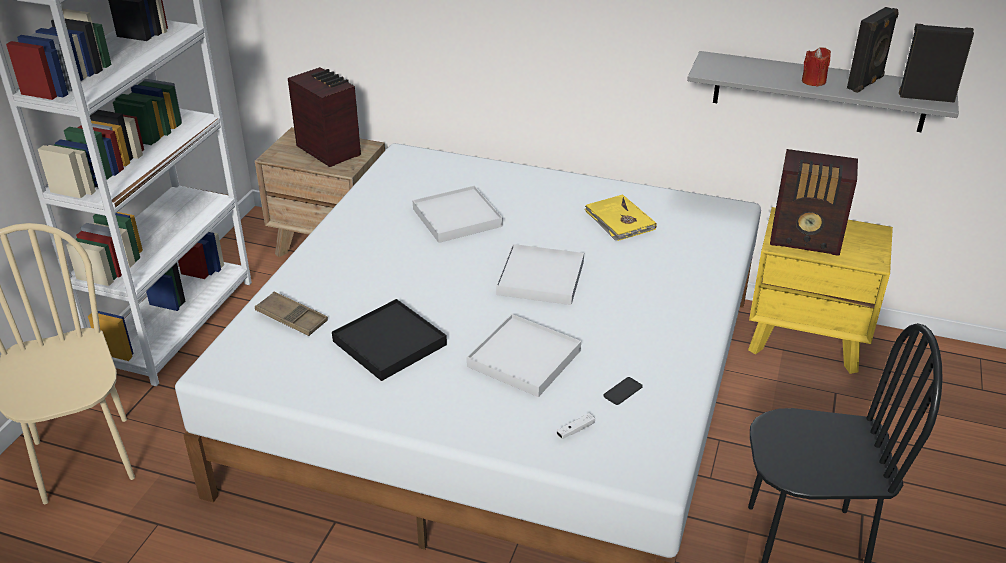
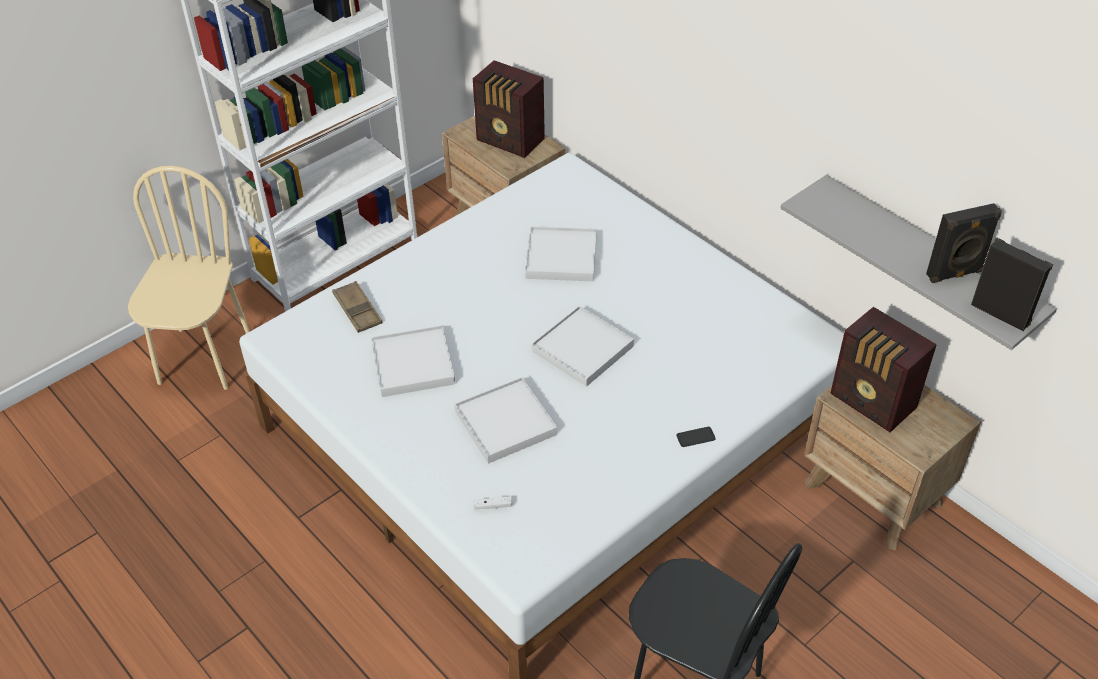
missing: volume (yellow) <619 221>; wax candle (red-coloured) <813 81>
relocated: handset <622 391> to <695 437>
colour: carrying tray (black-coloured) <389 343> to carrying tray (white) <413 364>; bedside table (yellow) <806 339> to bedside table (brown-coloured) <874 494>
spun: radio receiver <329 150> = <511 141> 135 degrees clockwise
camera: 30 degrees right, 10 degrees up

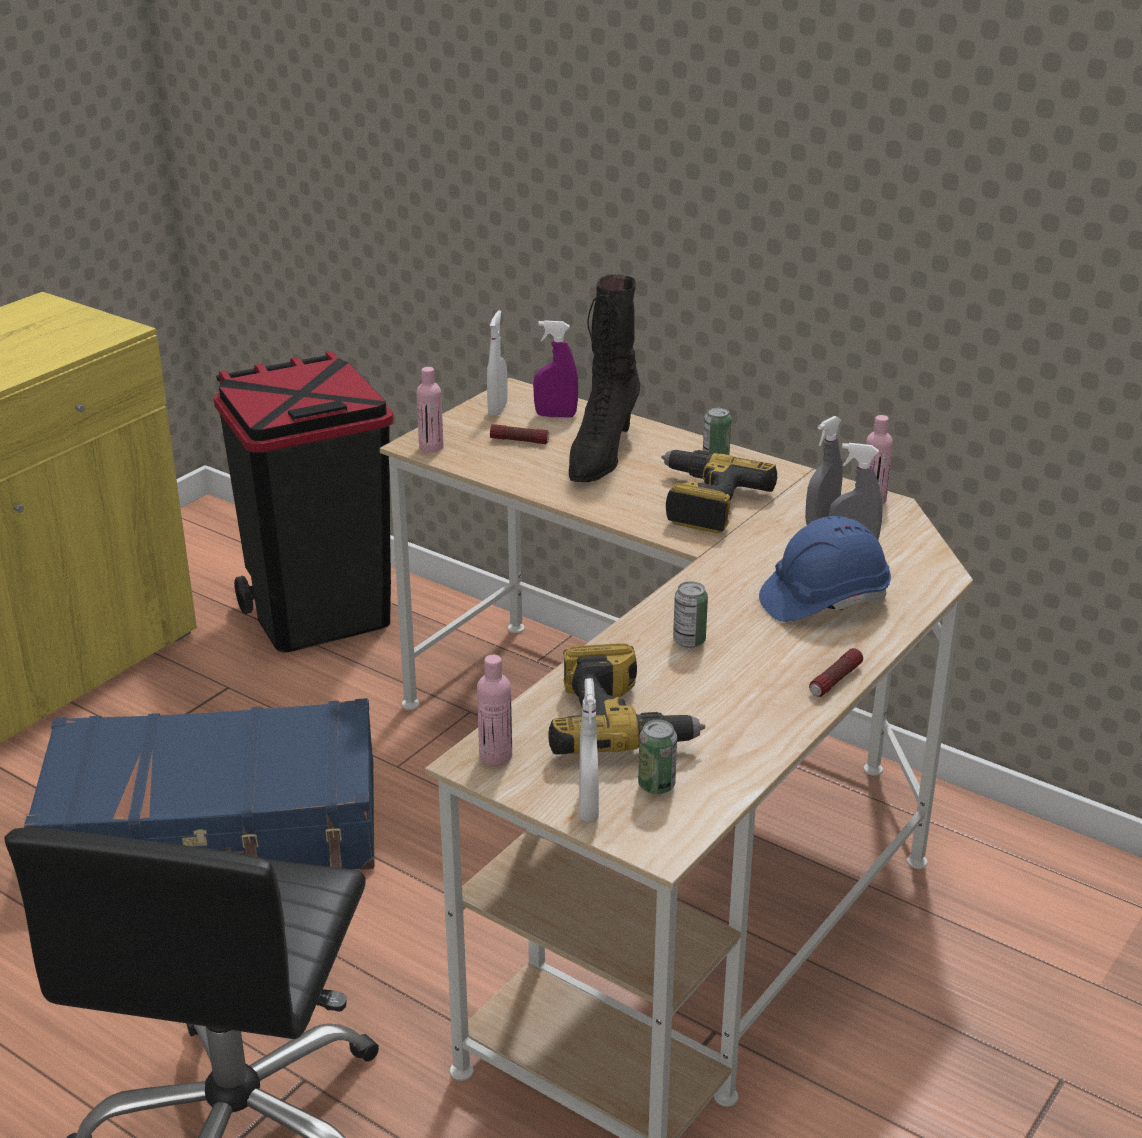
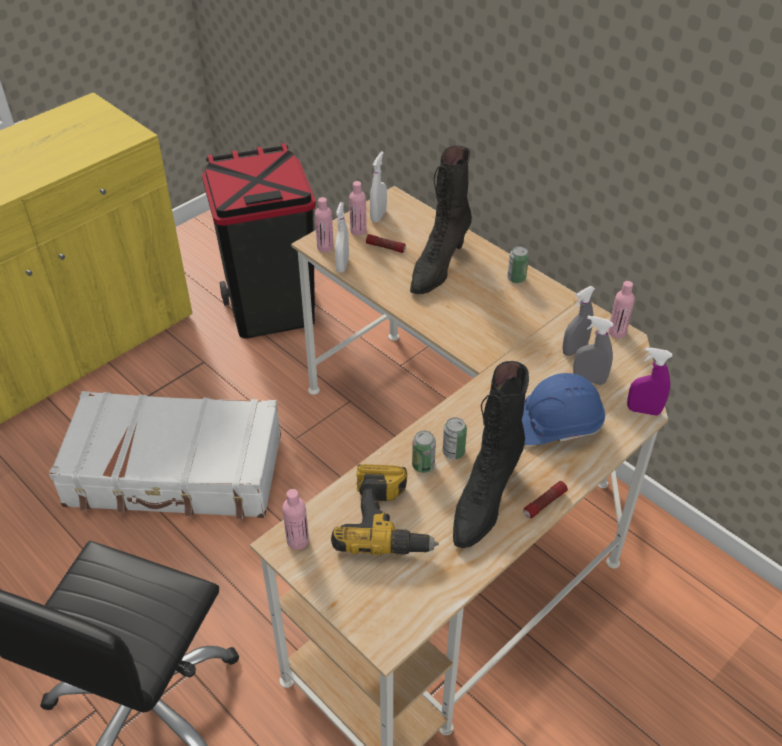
missing: power drill <704 502>
appeared: bottle (pink-coloured) <358 231>; boot (black-coloured) <484 500>
relocated: hand sprayer (white) <588 807> to <342 265>; can <656 785> to <423 465>; hand sprayer (purple) <555 415> to <643 410>
colour: piece of luggage (blue) <216 828> to piece of luggage (white) <175 471>
camera: 10 degrees right, 15 degrees up

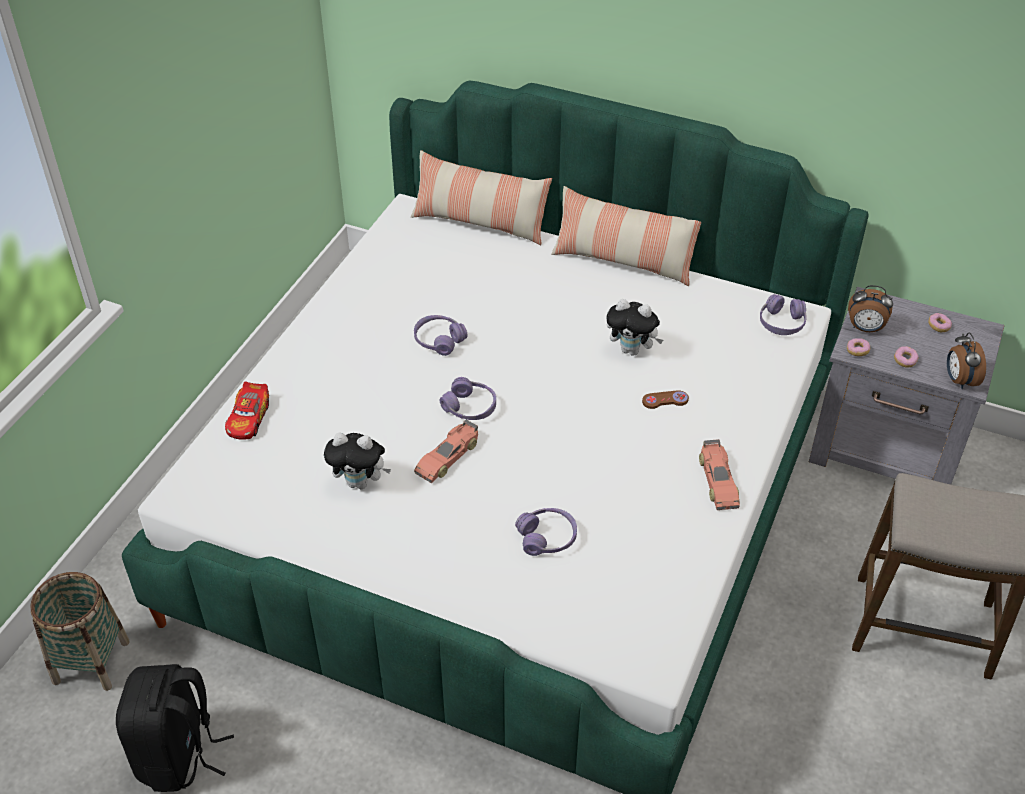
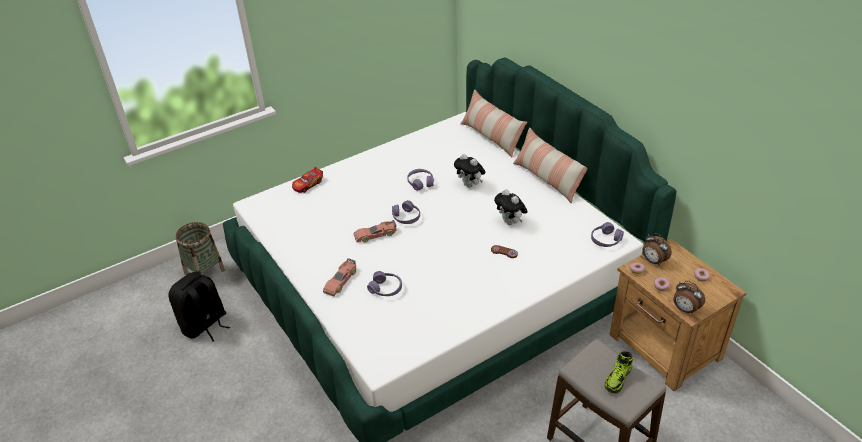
appeared: low shoe <618 379>
relocated: toy car <718 481> to <341 281>; cuddly toy <360 482> to <470 185>
colour: bedside table (grey) <888 447> to bedside table (brown-coloured) <665 347>
spun: table clock <959 380> = <685 309> 75 degrees counterclockwise
camera: 35 degrees right, 5 degrees down

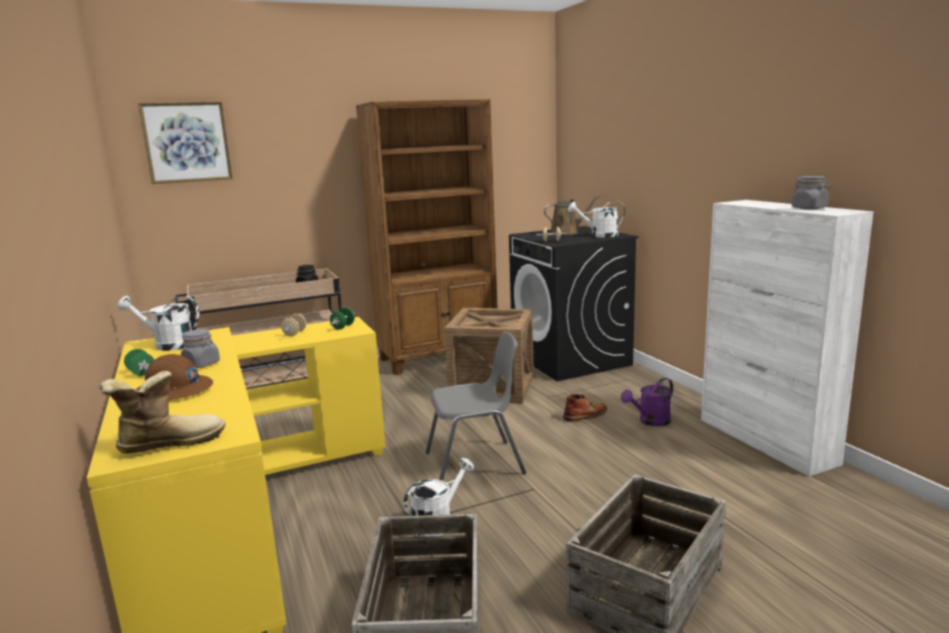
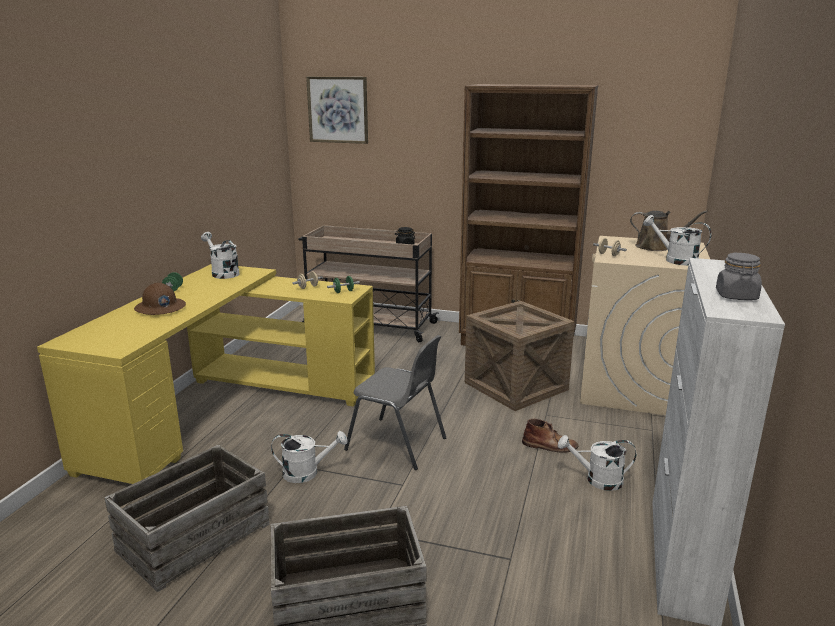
missing: boot <169 443>; storage jar (grey) <201 364>
colour: watering pot (purple) <650 421> to watering pot (white) <597 480>; laundry appliance (black-coloured) <571 359> to laundry appliance (beige-coloured) <633 387>
camera: 40 degrees right, 5 degrees up

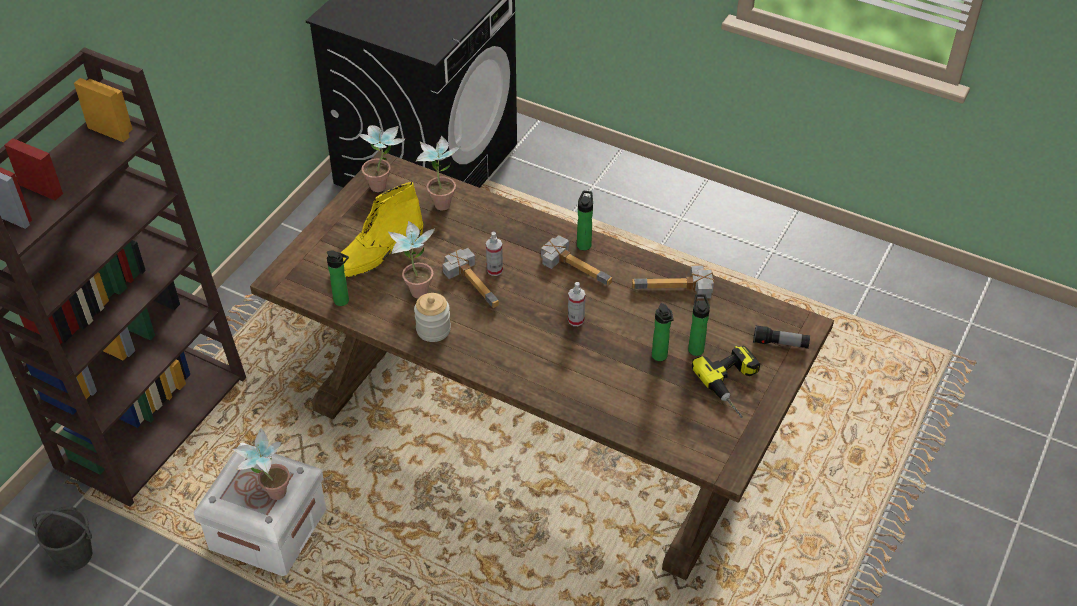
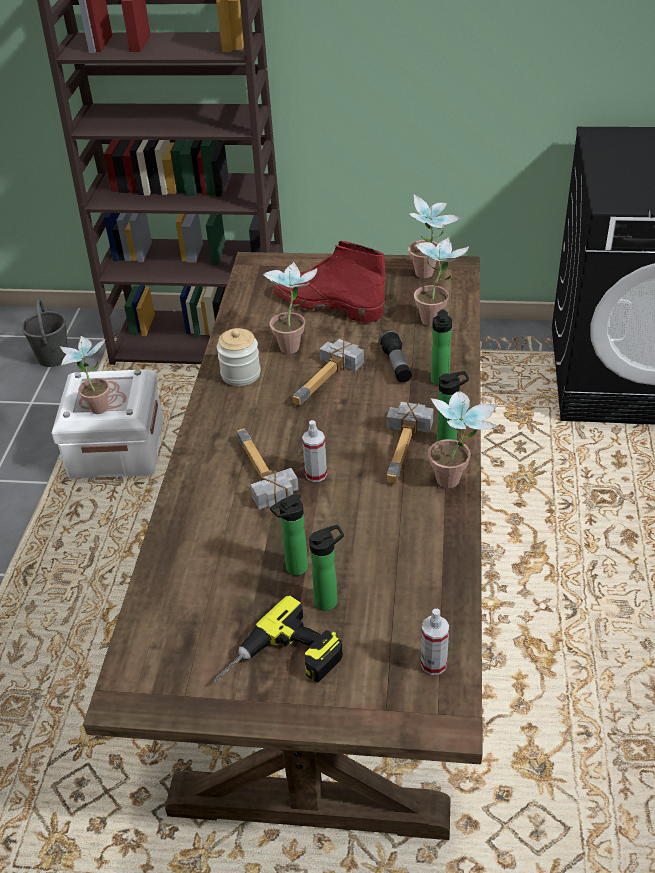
appeared: plant in a pot <457 481>
relocated: hammer <675 290> to <257 475>; torch <780 343> to <396 365>; hand sprayer <494 270> to <433 664>; bottle <343 301> to <440 382>
colour: boot (yellow) <377 253> to boot (red-coloured) <327 304>
camera: 70 degrees right, 5 degrees down

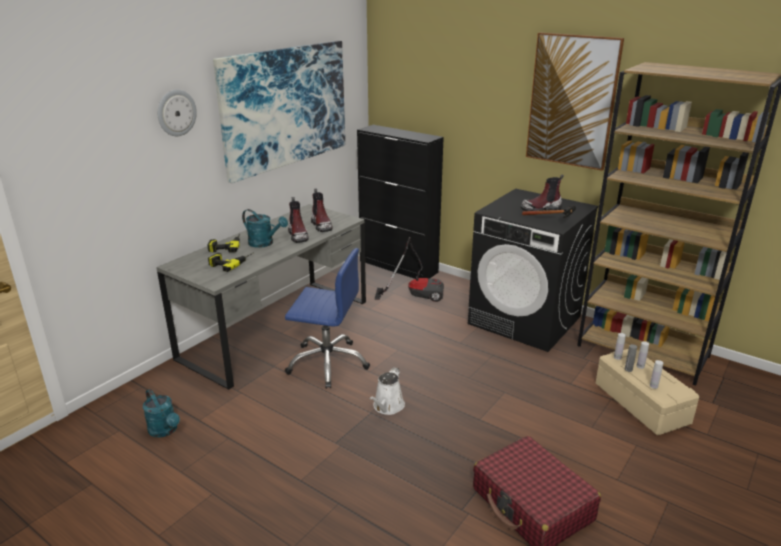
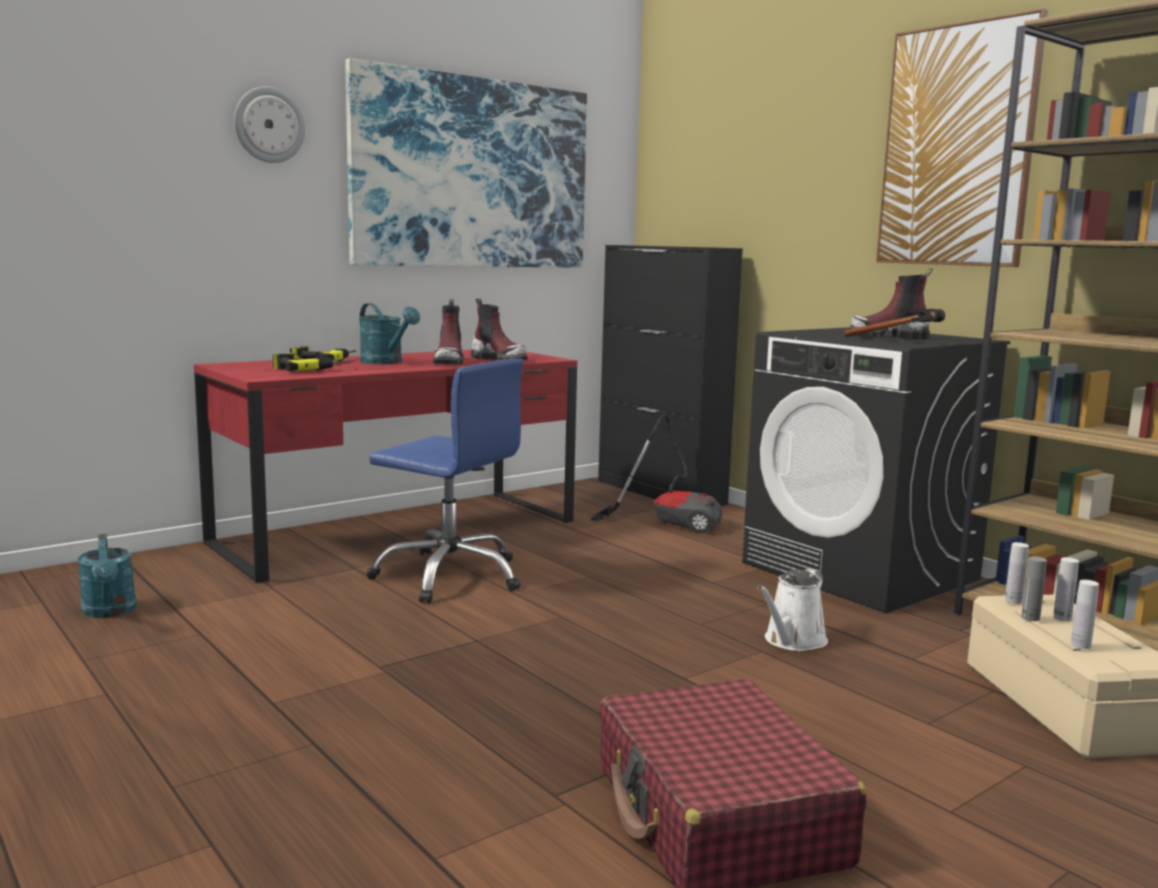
relocated: watering pot (white) <387 407> to <792 641>
colour: desk table (grey) <277 329> to desk table (red-coloured) <398 532>
spun: boot <322 226> = <499 359> 45 degrees counterclockwise
camera: 15 degrees right, 15 degrees down

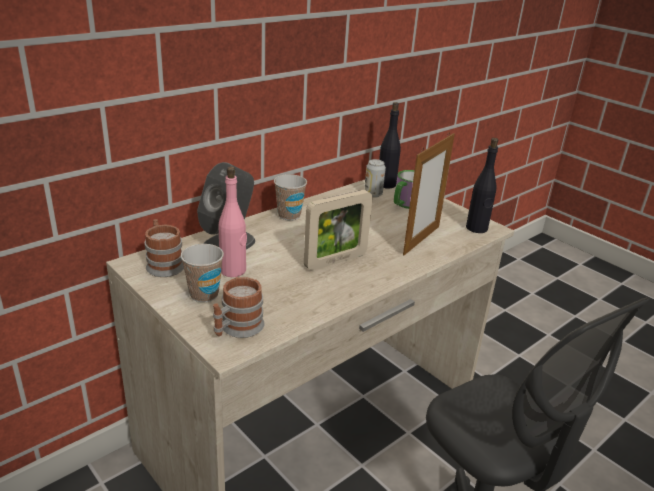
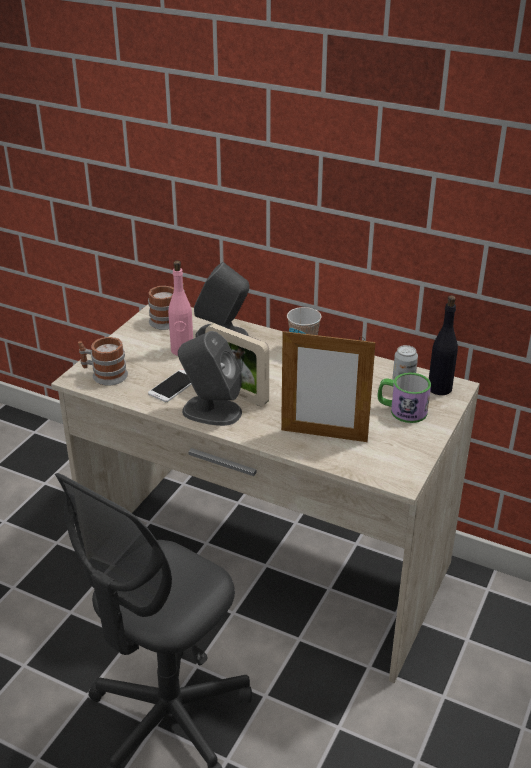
missing: cup <204 294>; bottle (black-coloured) <477 228>
appeared: handset <174 386>; speaker (grey) <211 411>
camera: 70 degrees right, 5 degrees up

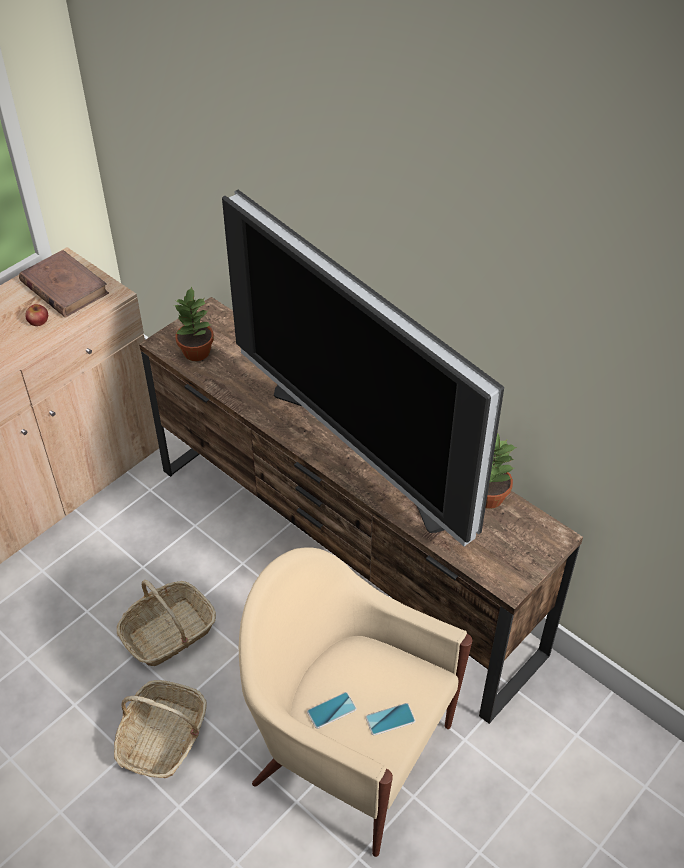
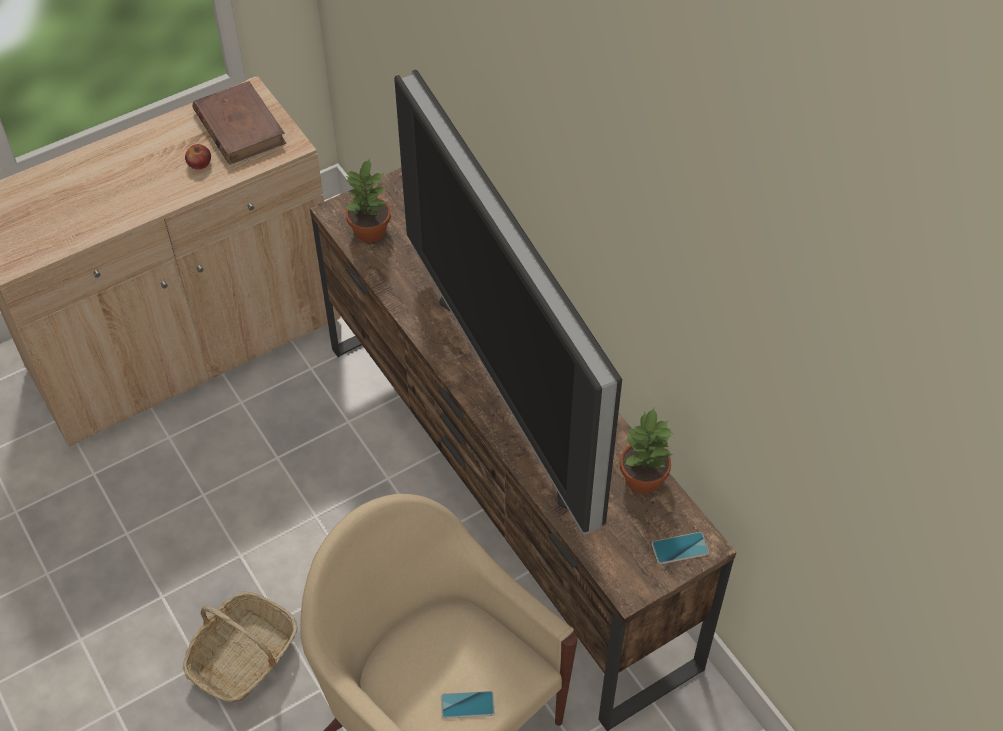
missing: basket <169 633>
relocated: handset <331 710> to <680 548>
camera: 15 degrees right, 5 degrees up

